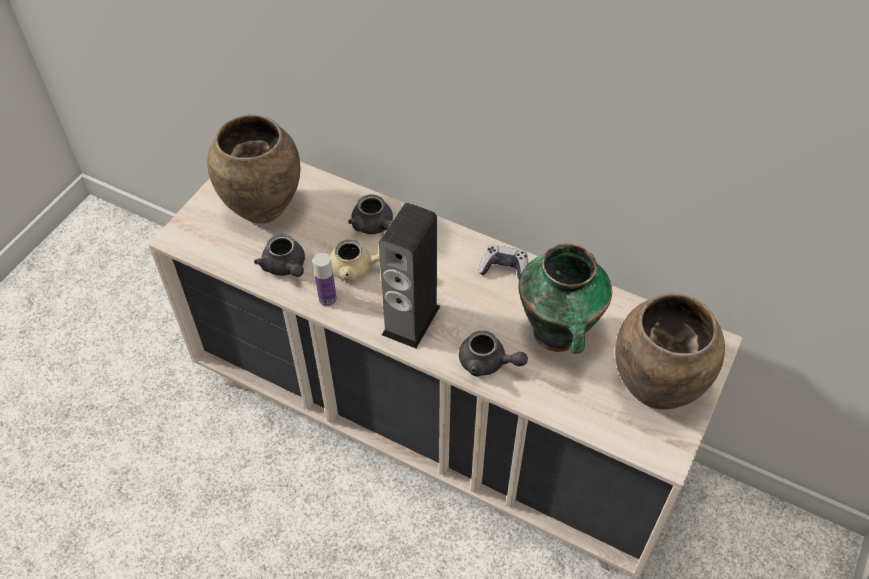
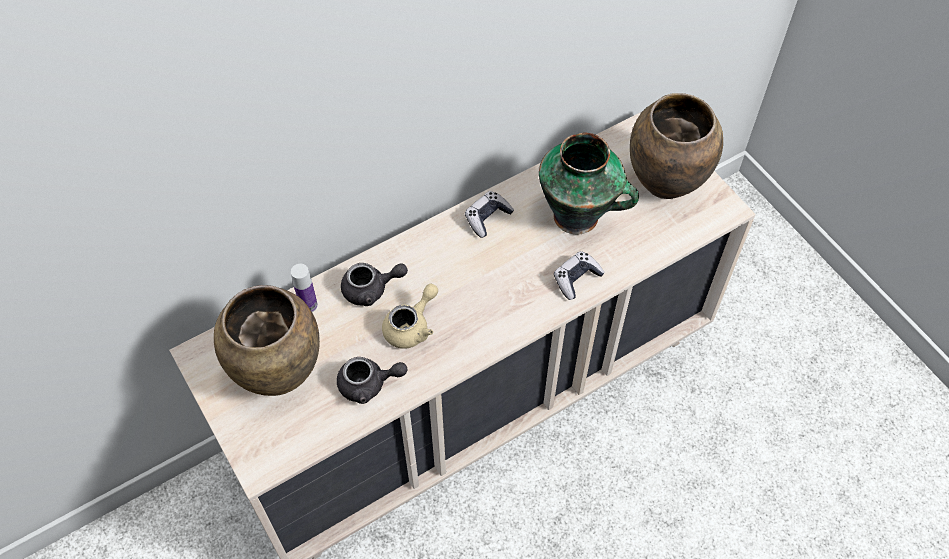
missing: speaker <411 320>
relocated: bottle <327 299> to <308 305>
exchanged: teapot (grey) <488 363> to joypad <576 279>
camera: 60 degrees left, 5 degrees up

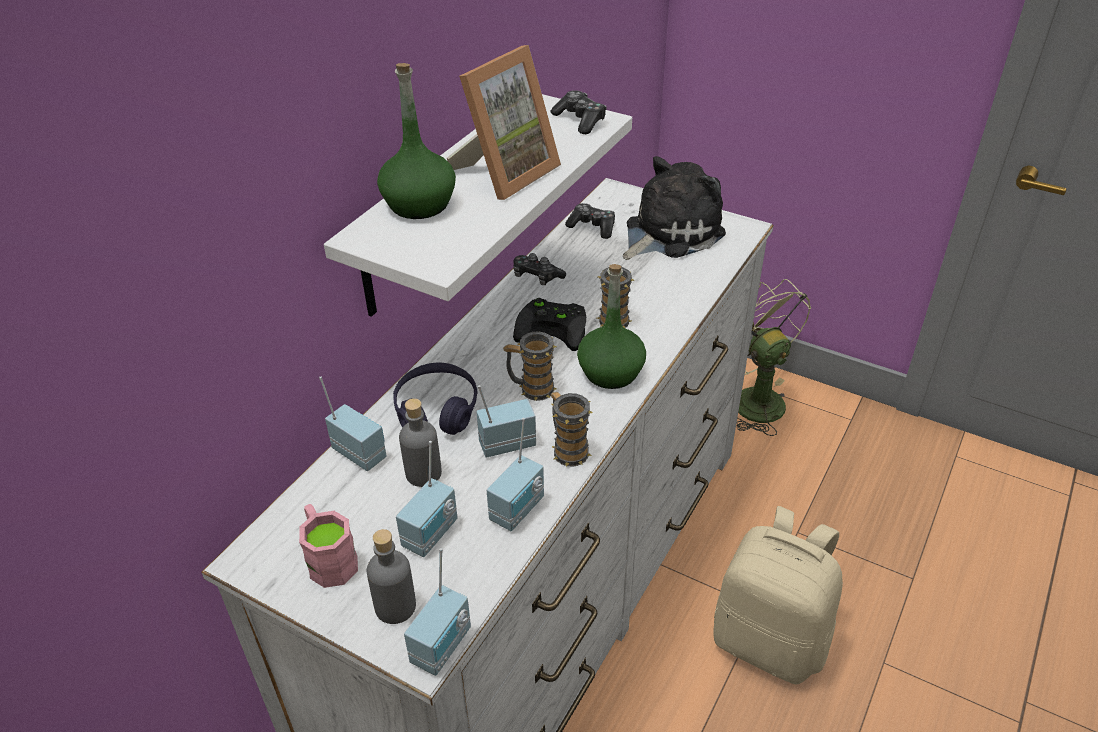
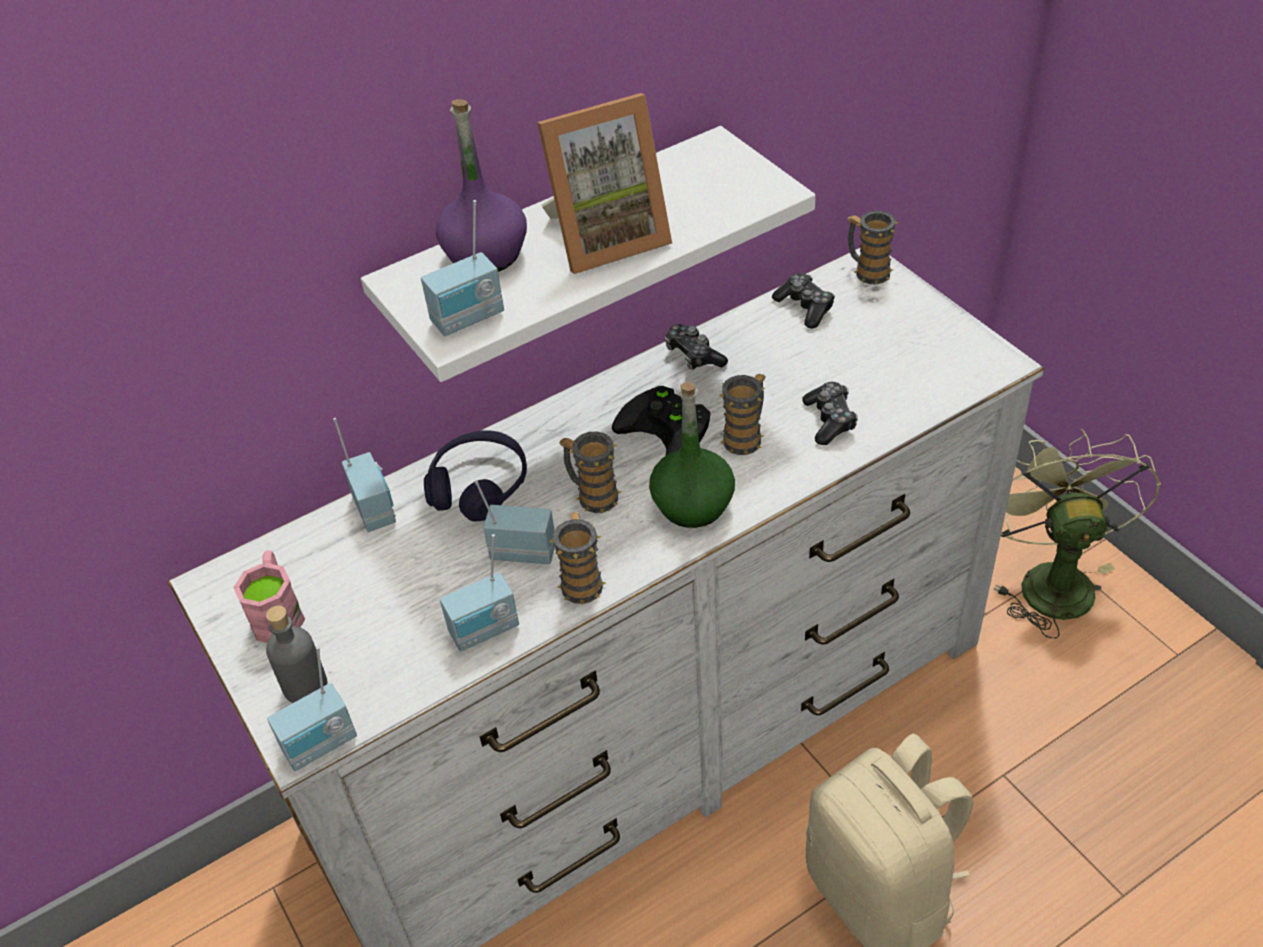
missing: bottle (grey) <423 473>; cuddly toy <669 232>
appeared: coffee mug <867 271>
relocated: radio receiver <432 534> to <469 319>; joypad <580 120> to <830 420>
colour: bottle (greenish) <419 204> to bottle (purple) <486 254>
camera: 30 degrees right, 5 degrees up

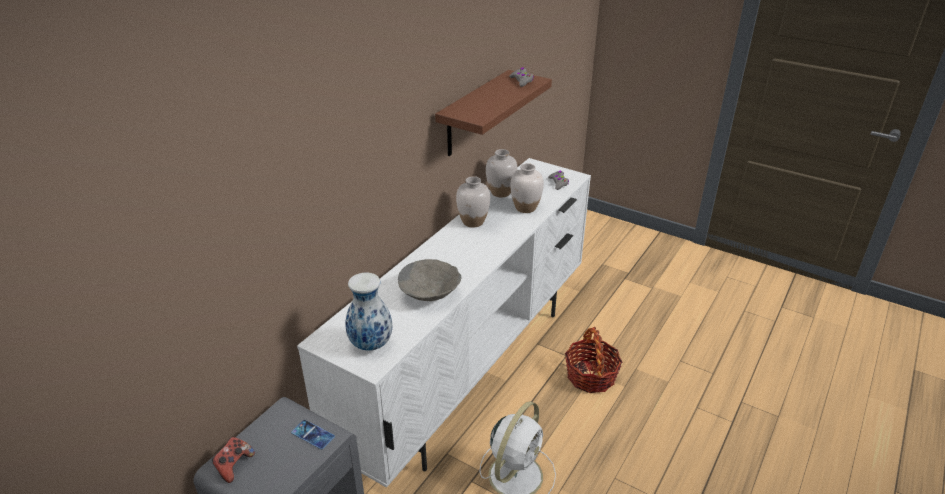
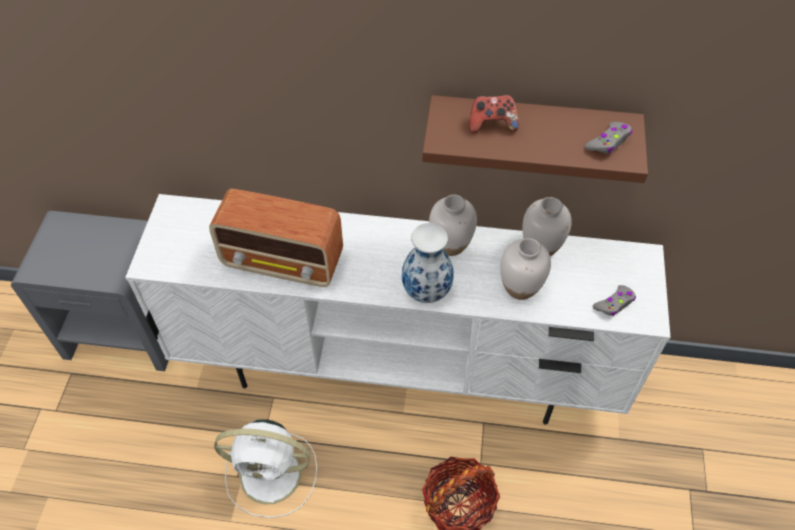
missing: handset <313 434>
relocated: flower vase <371 344> to <427 291>; joypad <234 466> to <492 124>
exchanged: deep dish (grey) <430 293> to radio receiver <284 262>
camera: 65 degrees right, 20 degrees up

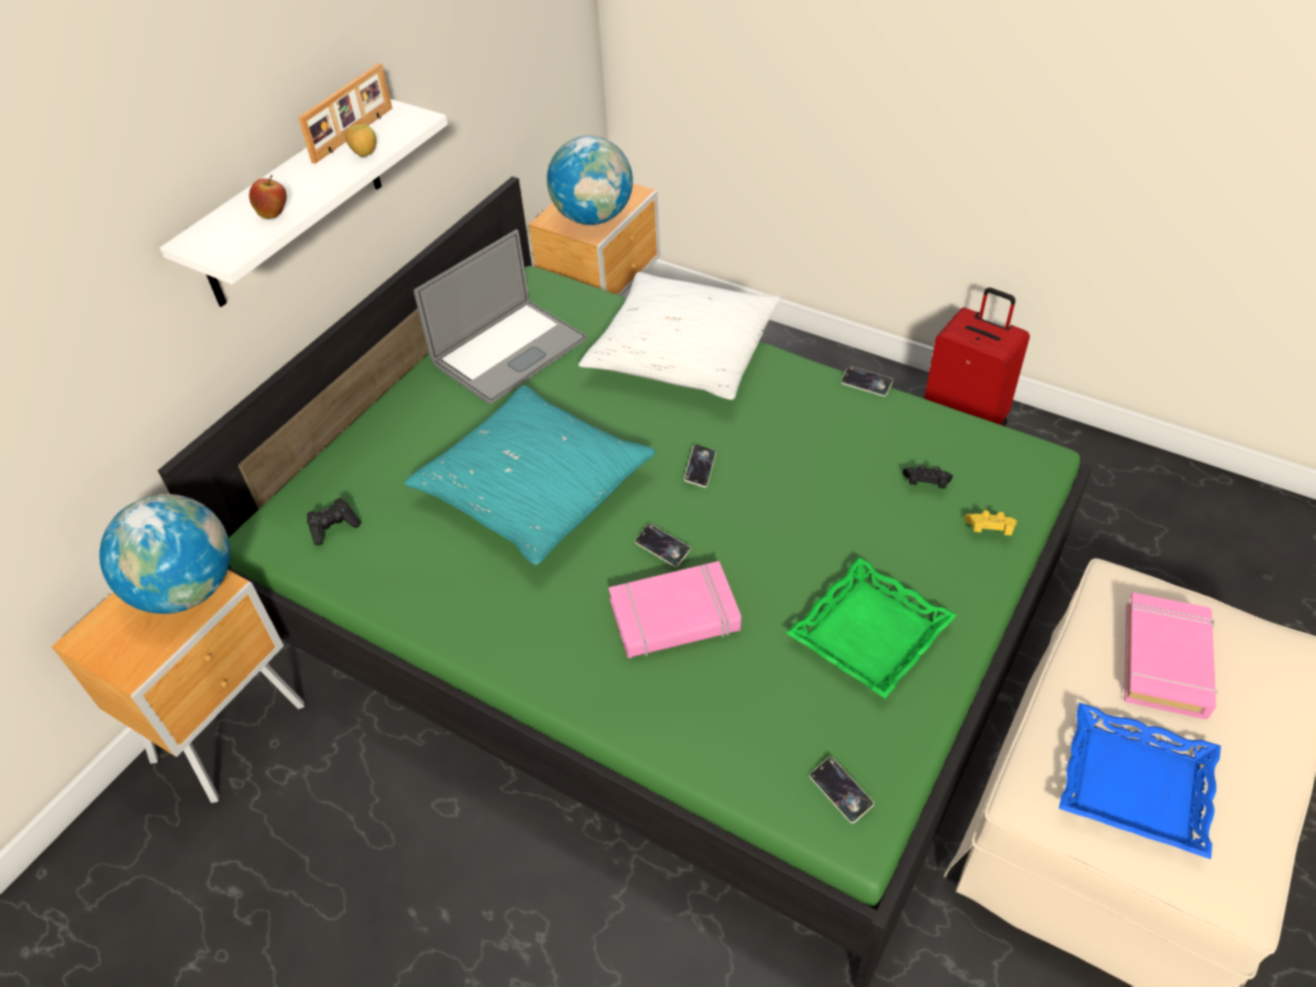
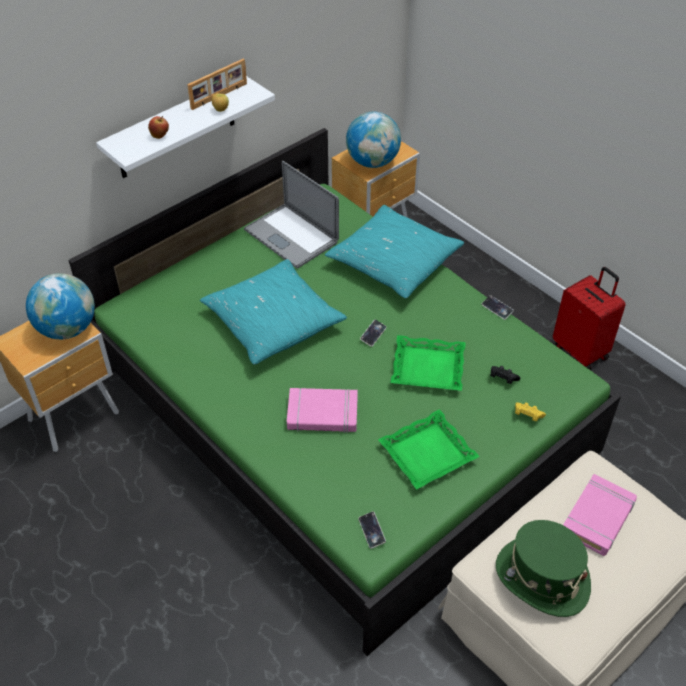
missing: joypad (black-coloured) <334 527>; handset <662 547>
appeared: carrying tray (greenish) <428 367>
exchanged: carrying tray (blue) <1135 786> to clothing hat (greenish) <541 578>
colour: cushion (white) <683 352> to cushion (turquoise) <394 262>
spun: portable computer <509 351> = <291 236> 75 degrees clockwise
camera: 15 degrees right, 0 degrees up

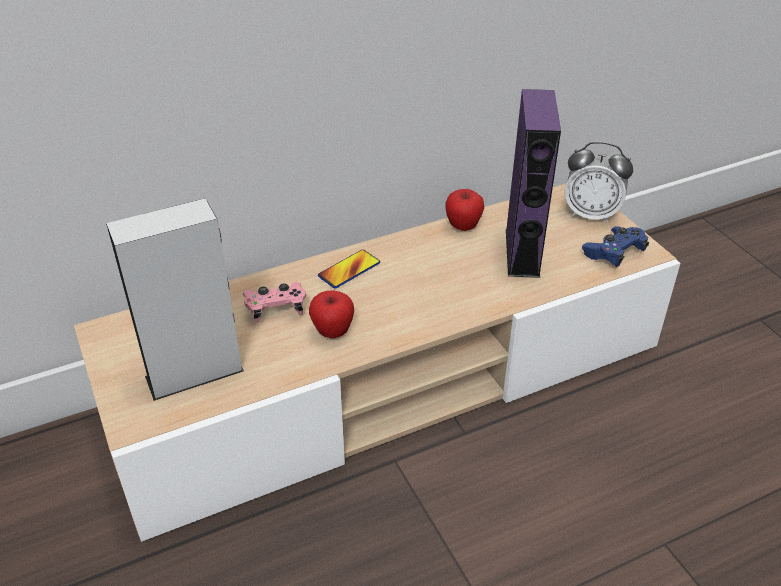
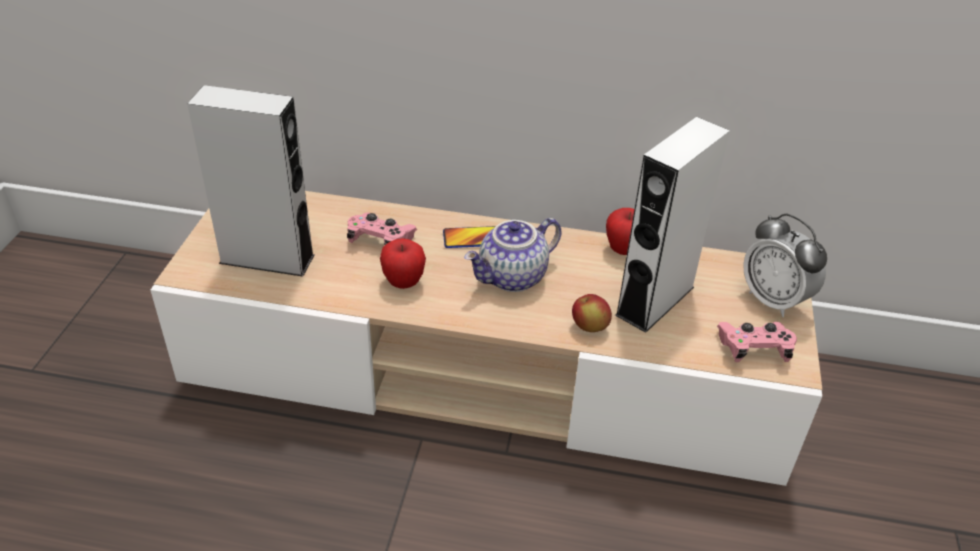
appeared: teapot <513 278>; apple fruit <589 327>
colour: speaker (purple) <522 252> to speaker (white) <655 301>; joypad (blue) <614 253> to joypad (pink-coloured) <753 349>
camera: 35 degrees right, 0 degrees up

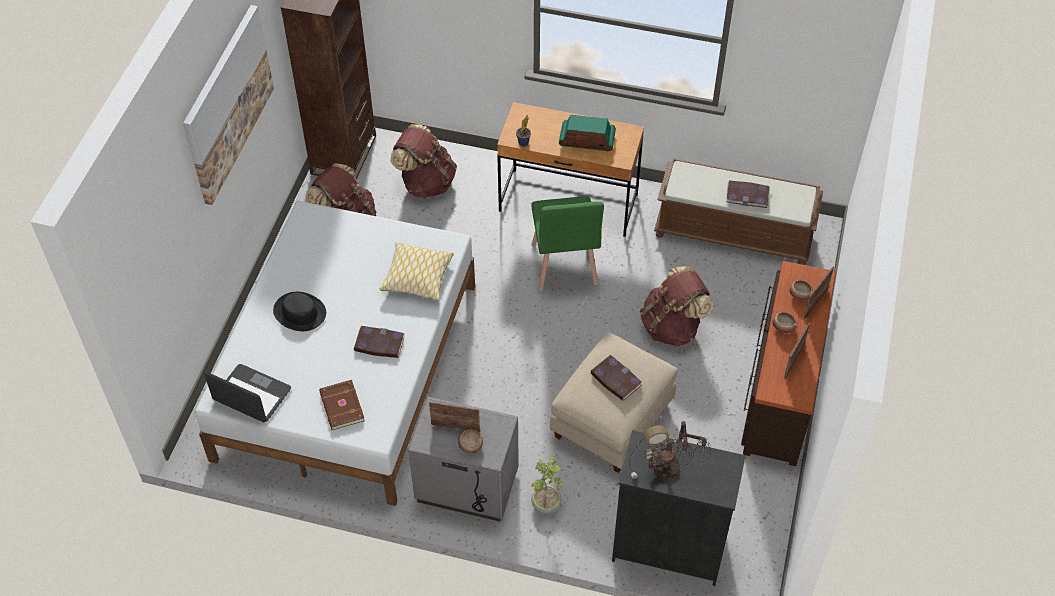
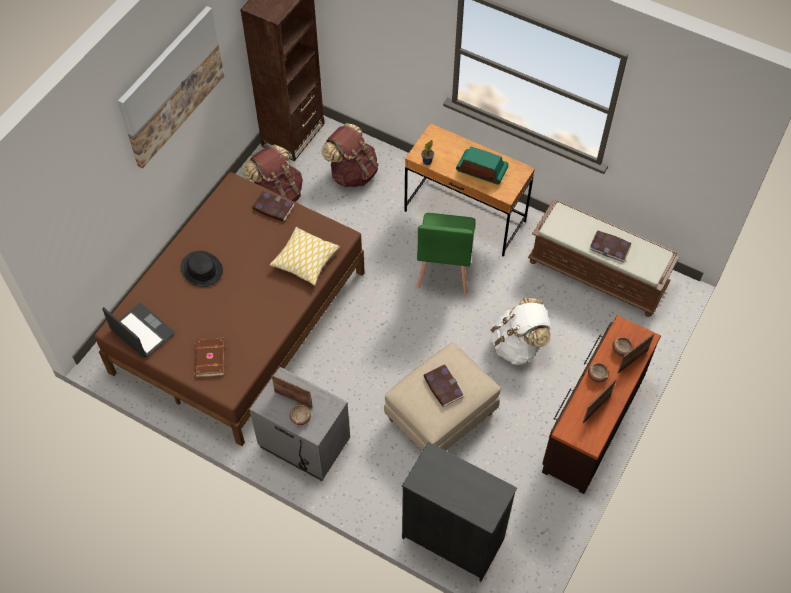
missing: plant in a pot <547 504>; table lamp <668 468>
relocated: volume <379 344> to <273 207>
colour: bed (white) <347 369> to bed (brown-coloured) <239 321>; backpack (brown-coloured) <672 327> to backpack (white) <518 345>
camera: 15 degrees right, 5 degrees up

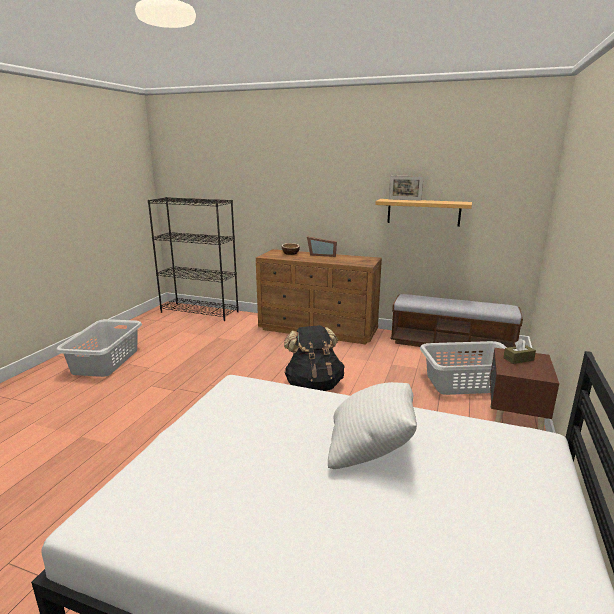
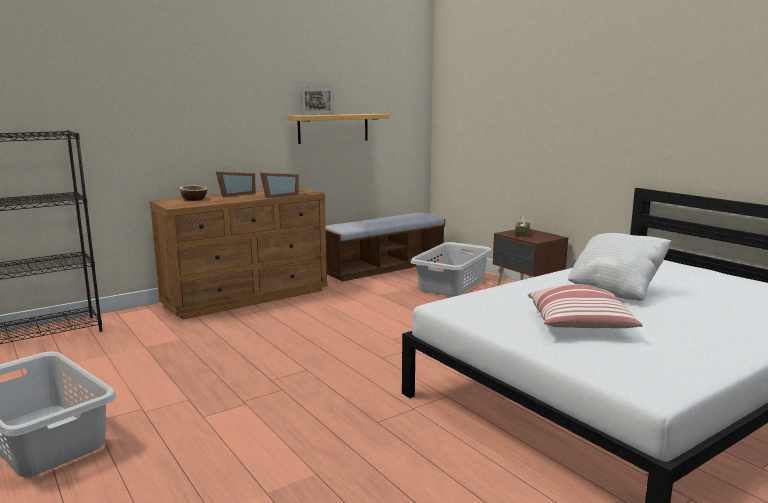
missing: backpack (black-coloured) <314 385>
appeared: picture frame <278 195>; cushion <580 326>
camera: 55 degrees left, 5 degrees down

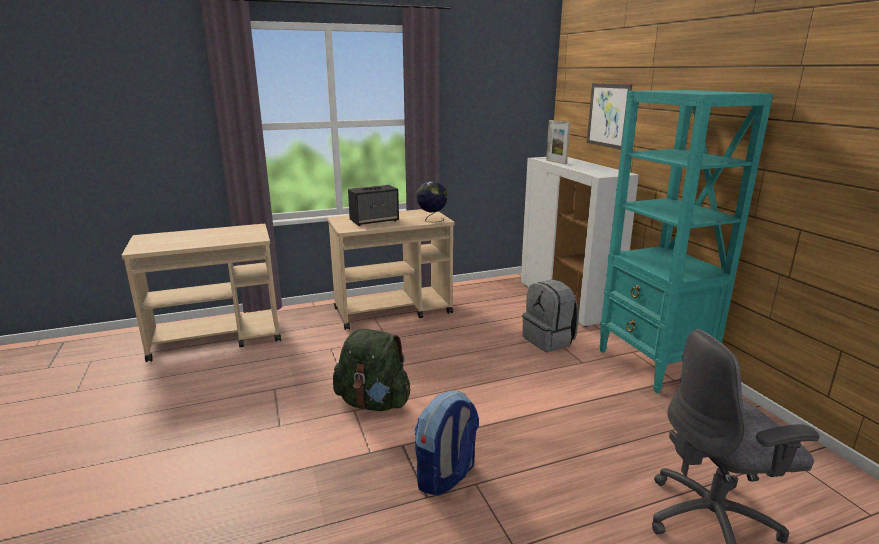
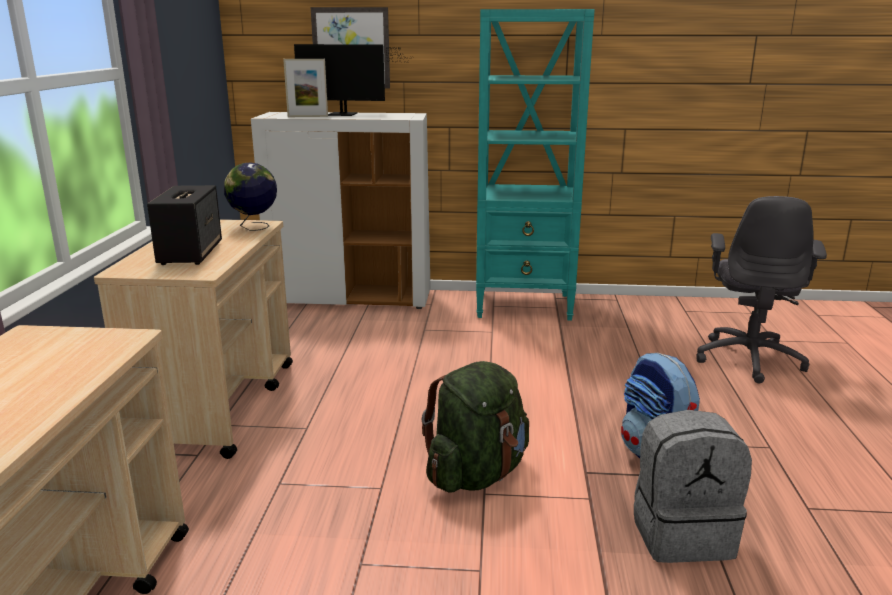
appeared: computer display <346 114>
relocated: backpack (grey) <549 340> to <682 534>
camera: 65 degrees left, 0 degrees up

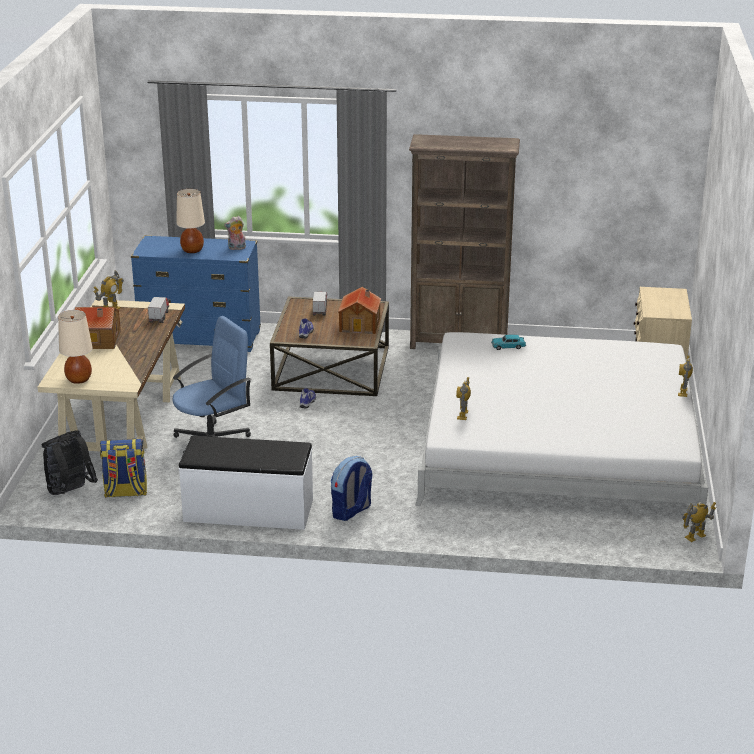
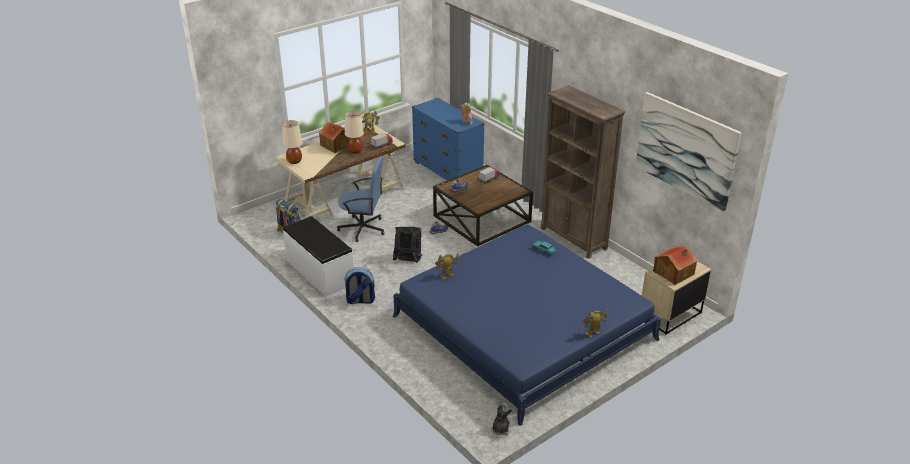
appeared: wall art <685 150>
relocated: table lamp (beige-coloured) <192 250> to <355 151>; backpack (black-coloured) <70 492> to <408 261>; model house <360 324> to <674 273>
exchanged: toy robot <695 537> to cuddly toy <500 429>
colour: bed (white) <559 444> to bed (blue) <523 327>
camera: 45 degrees right, 5 degrees up

